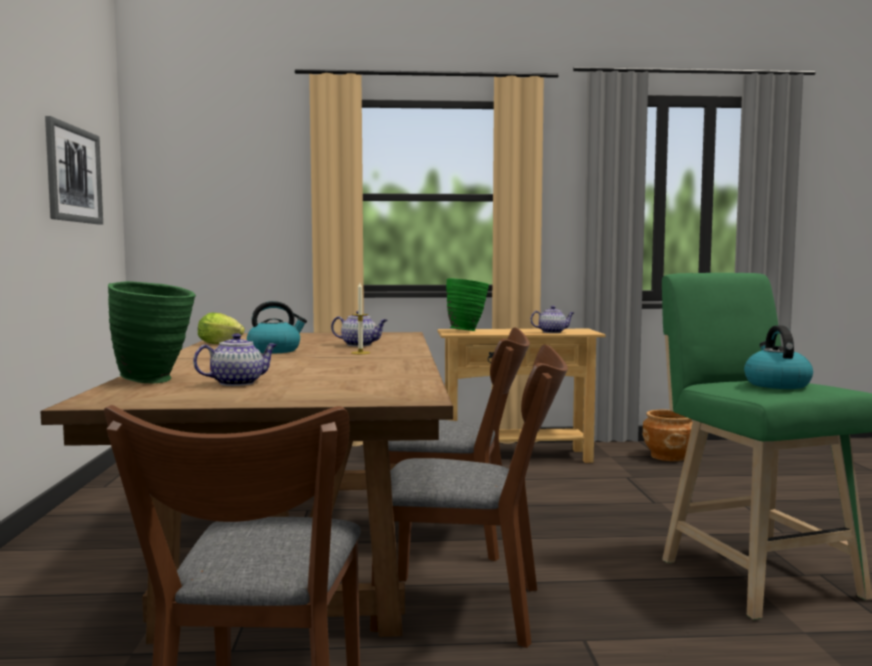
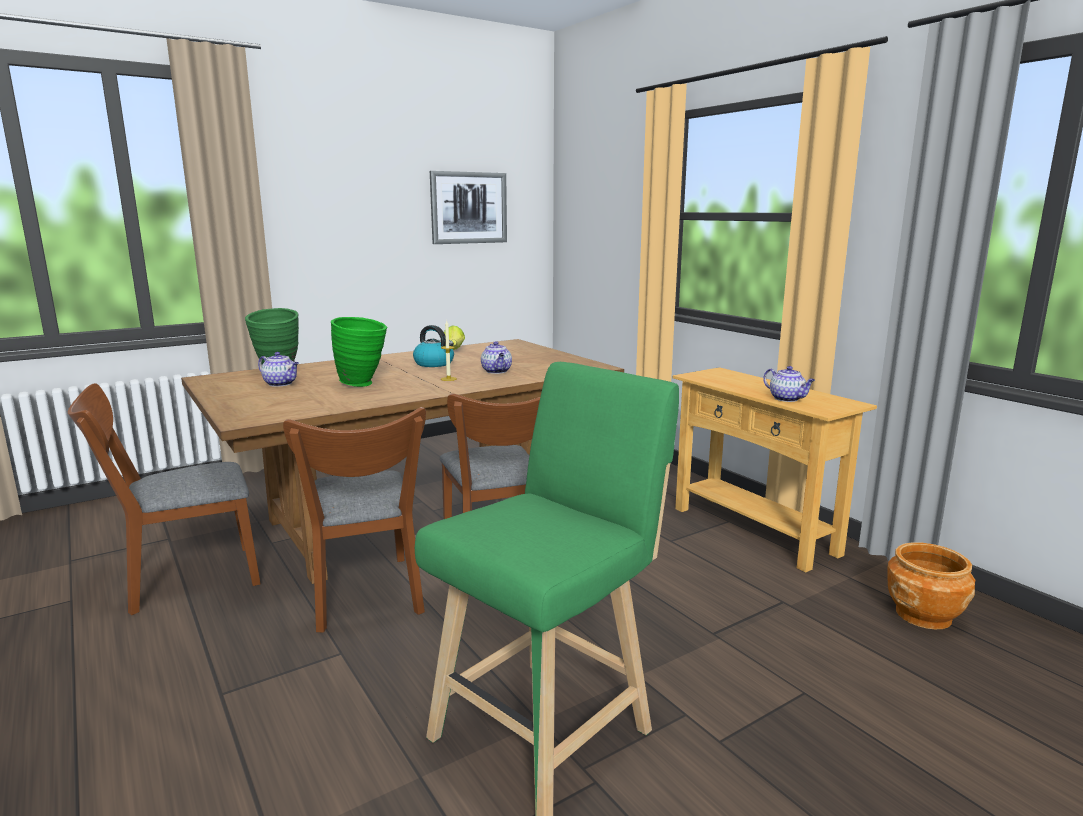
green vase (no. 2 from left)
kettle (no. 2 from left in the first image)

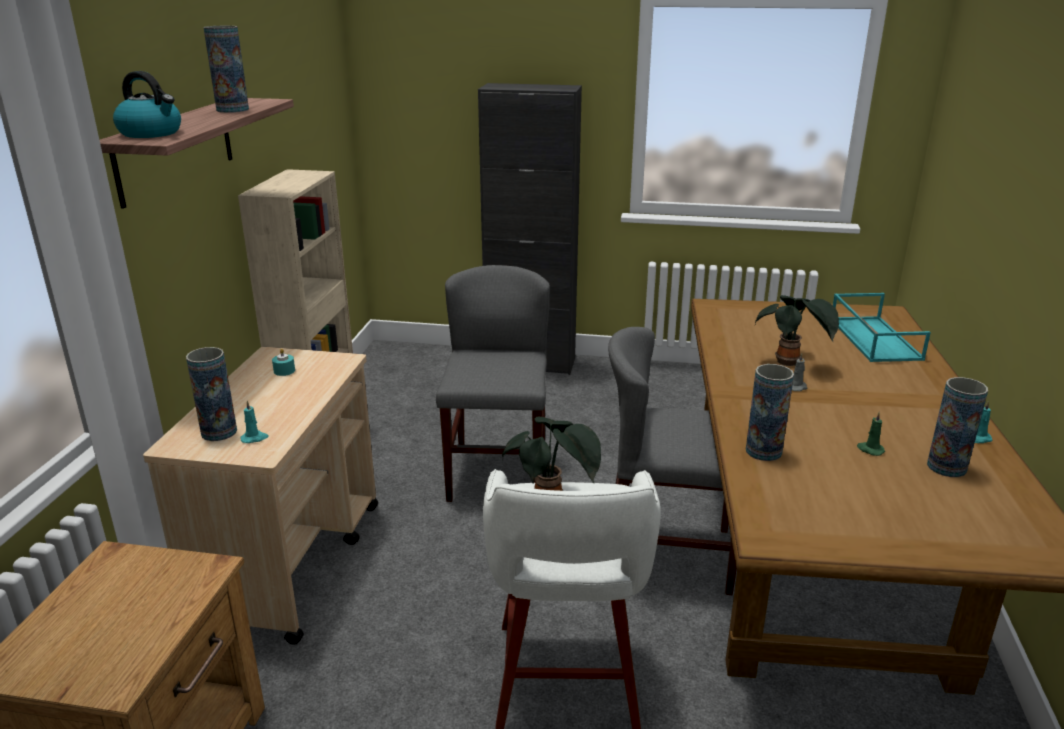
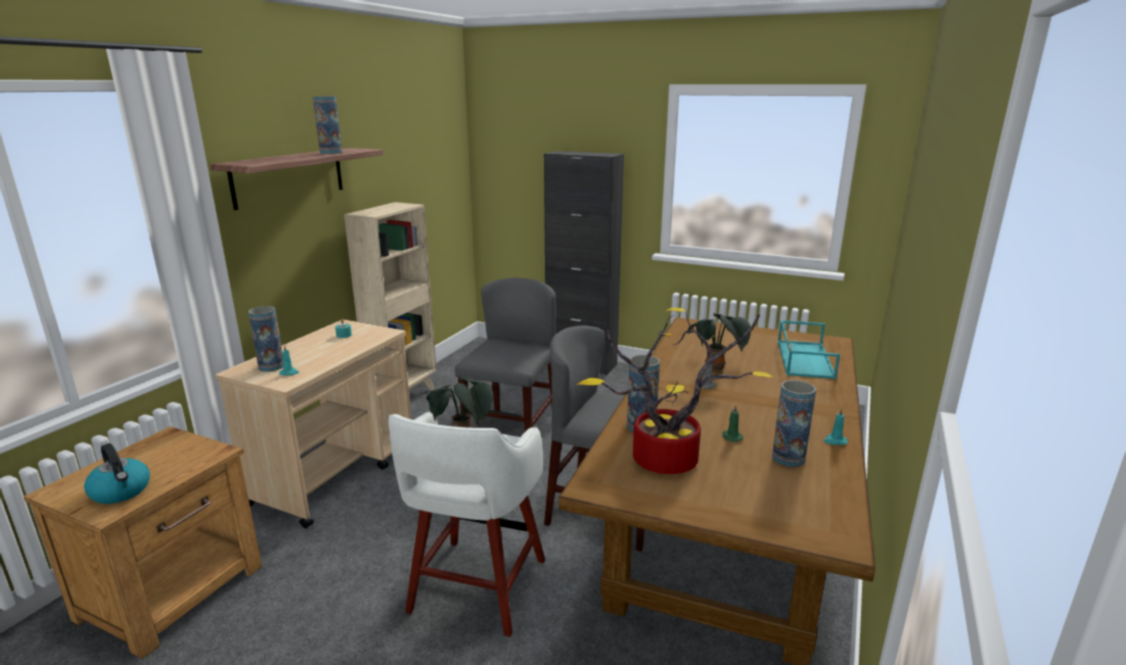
kettle
potted plant (no. 2 from left)

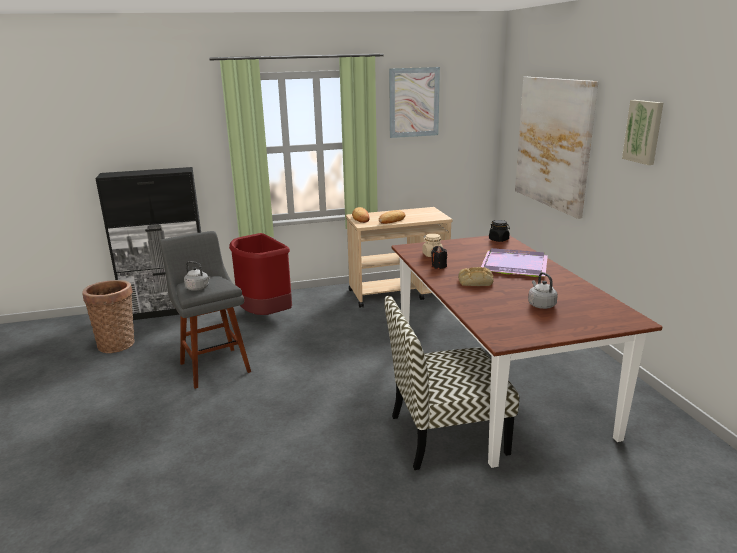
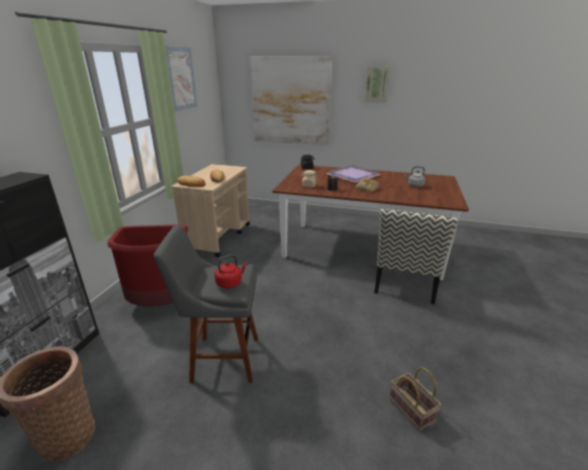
red kettle
basket (no. 2 from left)

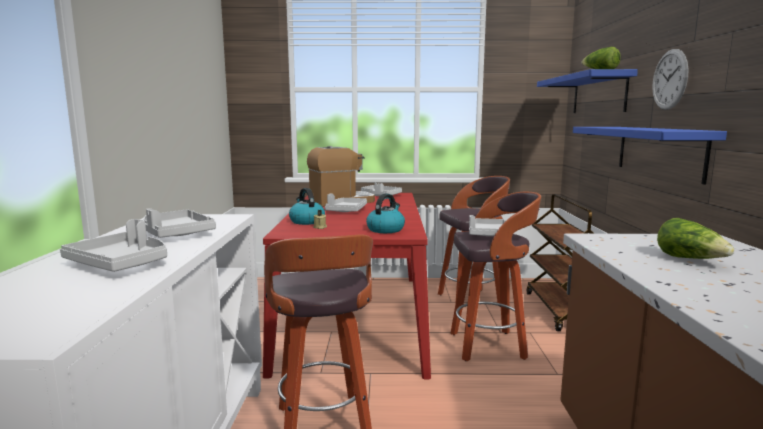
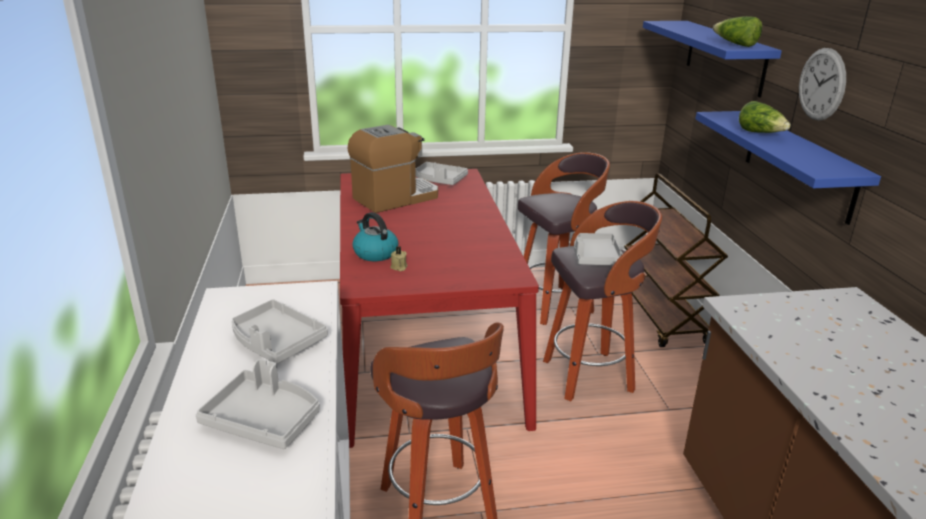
lettuce (no. 2 from left)
grey tray (no. 3 from left in the first image)
kettle (no. 2 from left in the first image)

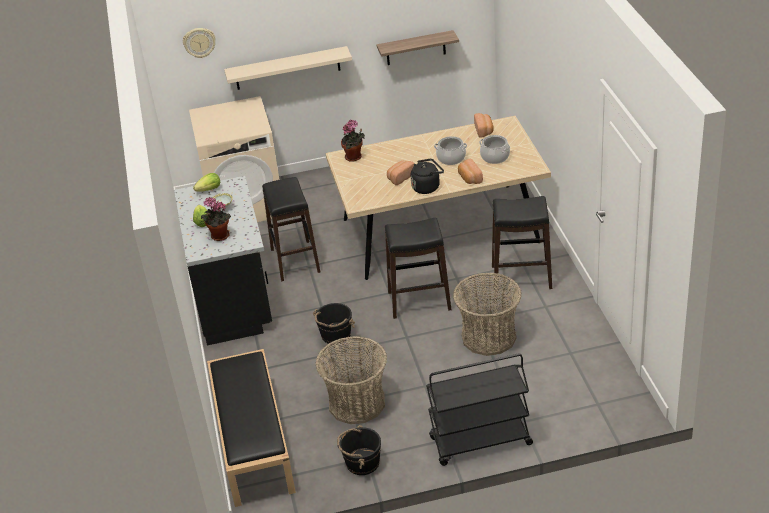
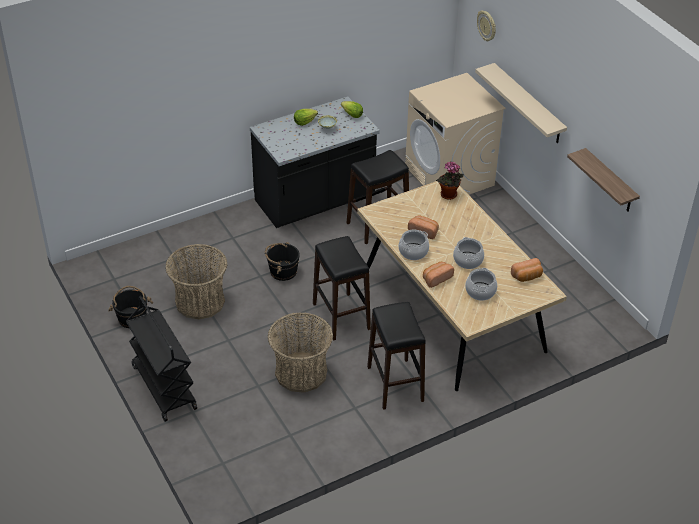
cooking pot (no. 1 from left)
potted plant (no. 1 from left in the first image)
black bench

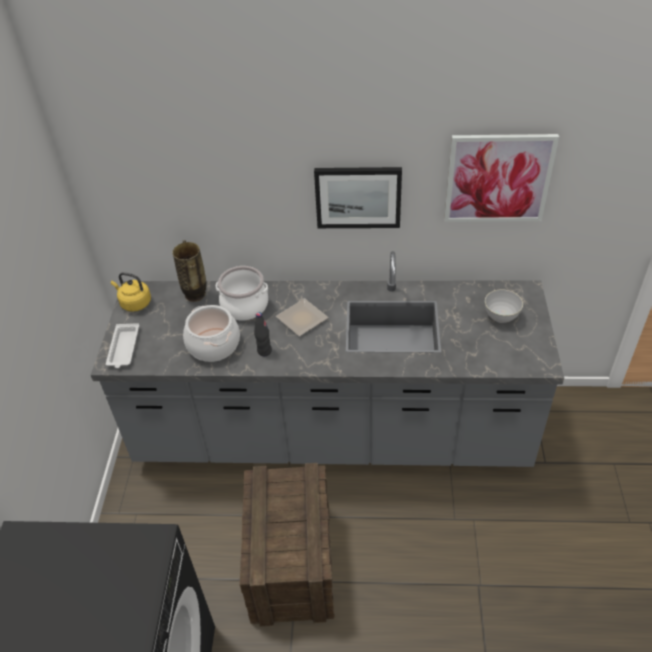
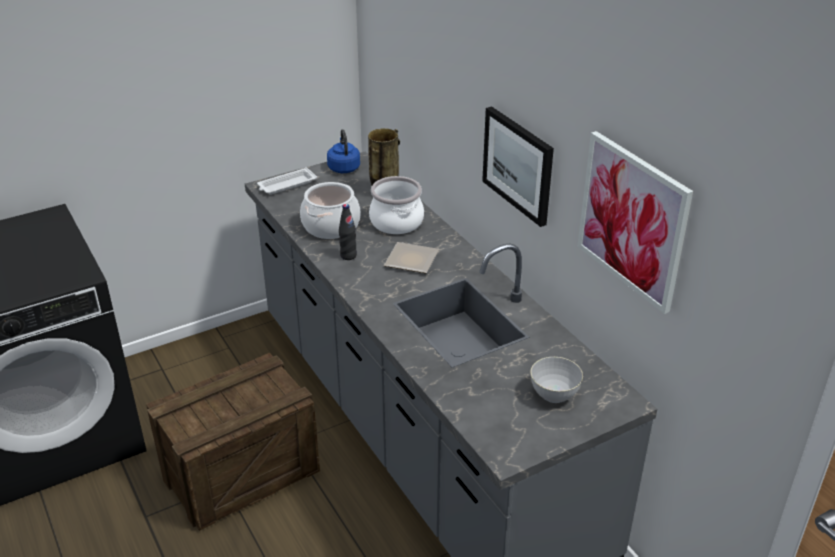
blue kettle

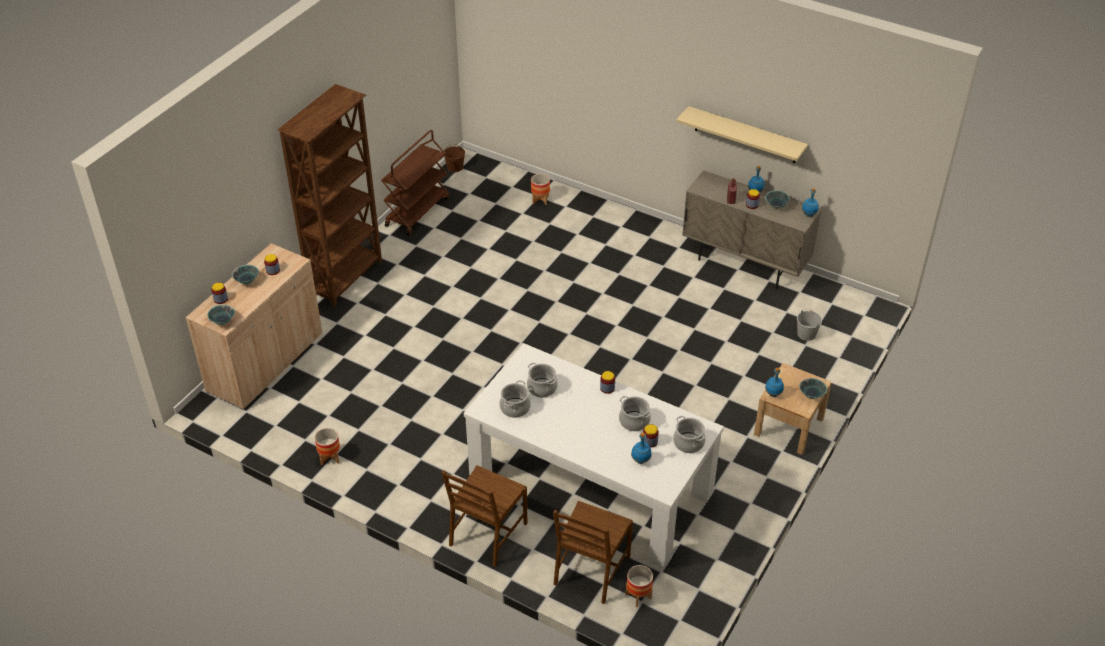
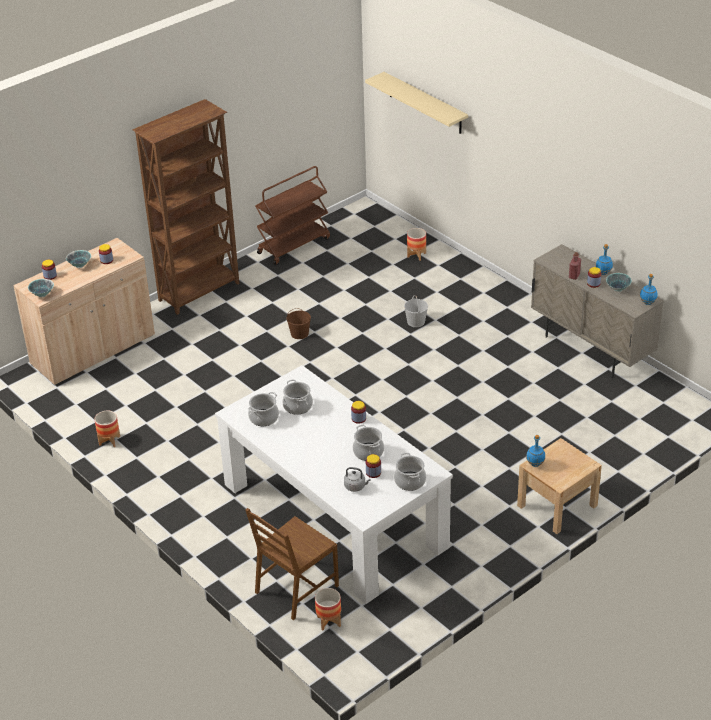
brown bucket
grey kettle
beige shelf
white bucket
brown chair (no. 1 from left in the first image)
bowl (no. 4 from left in the first image)

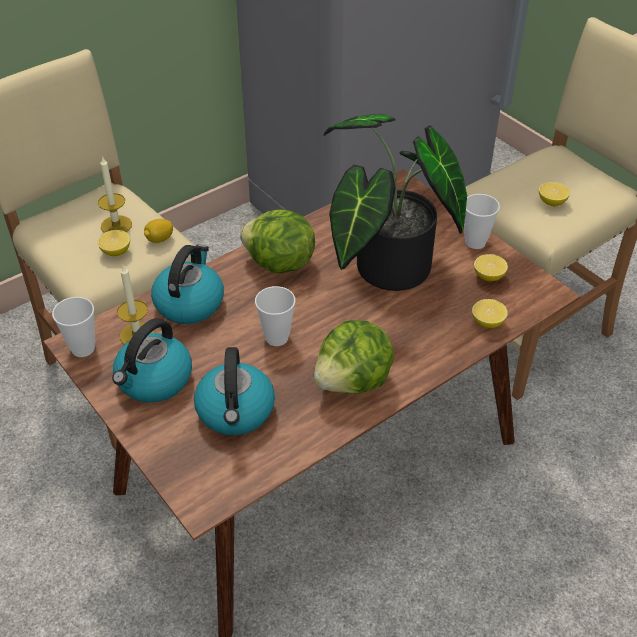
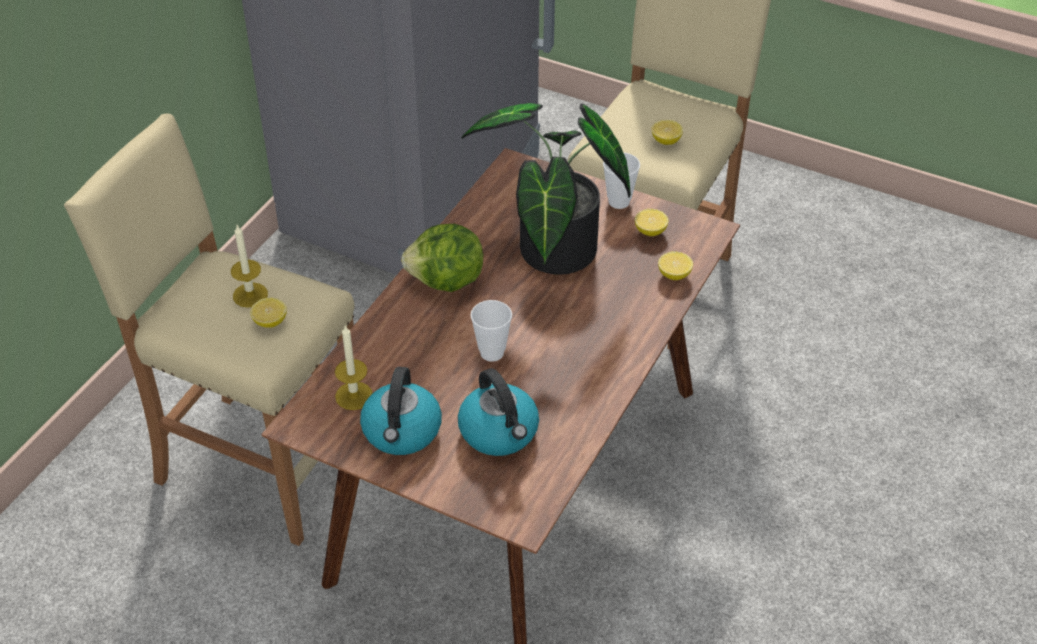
cup (no. 1 from left in the first image)
lemon (no. 2 from left in the first image)
kettle (no. 2 from left in the first image)
lettuce (no. 2 from left in the first image)

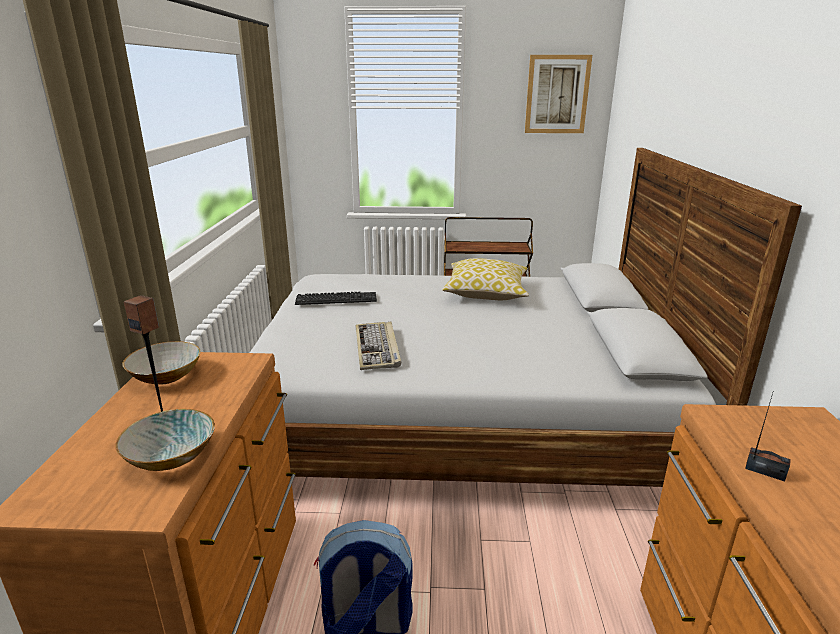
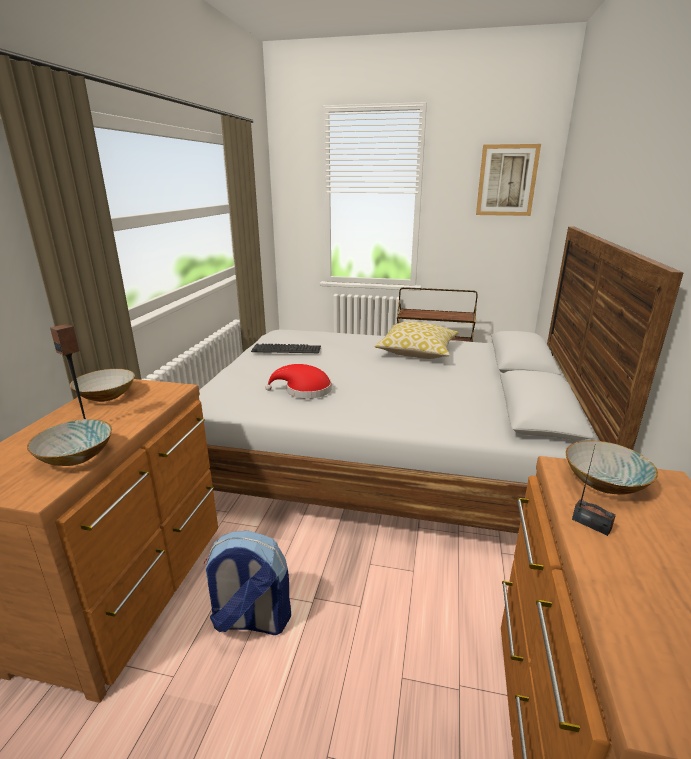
red hat
bowl (no. 3 from left)

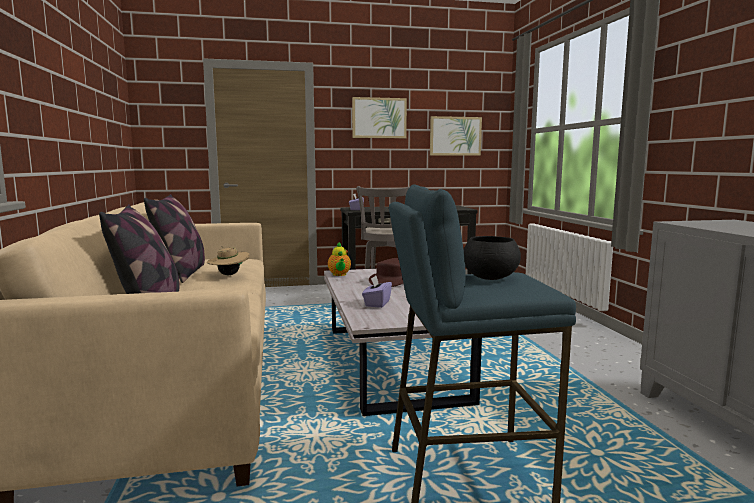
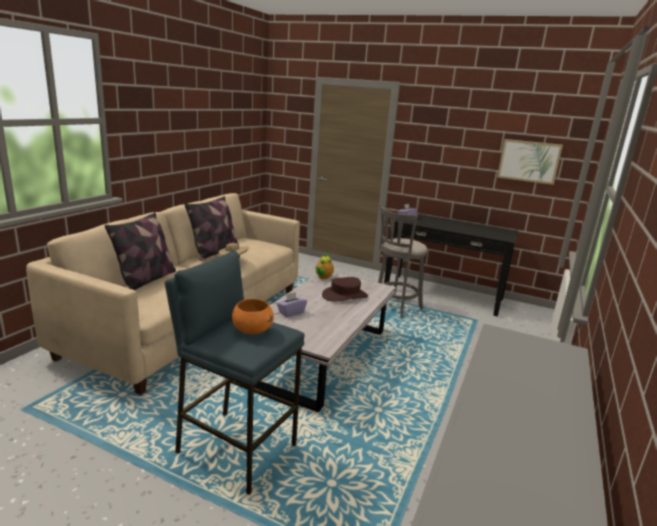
orange bowl
picture (no. 1 from left in the first image)

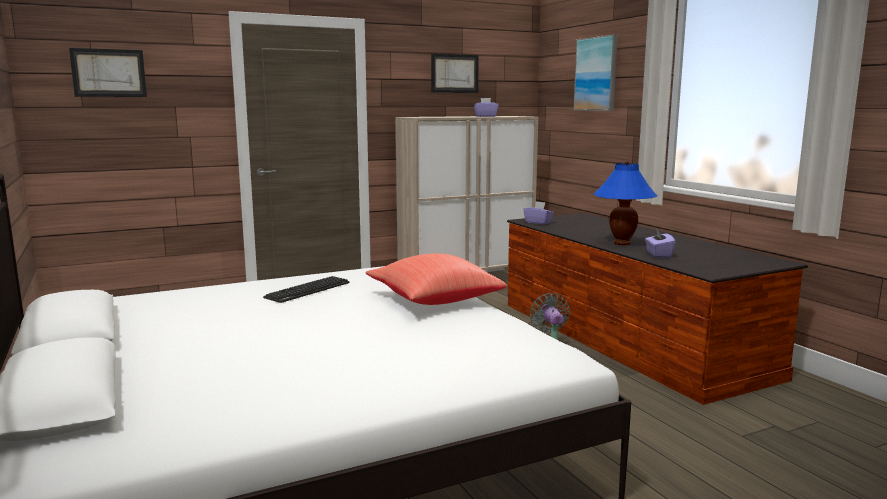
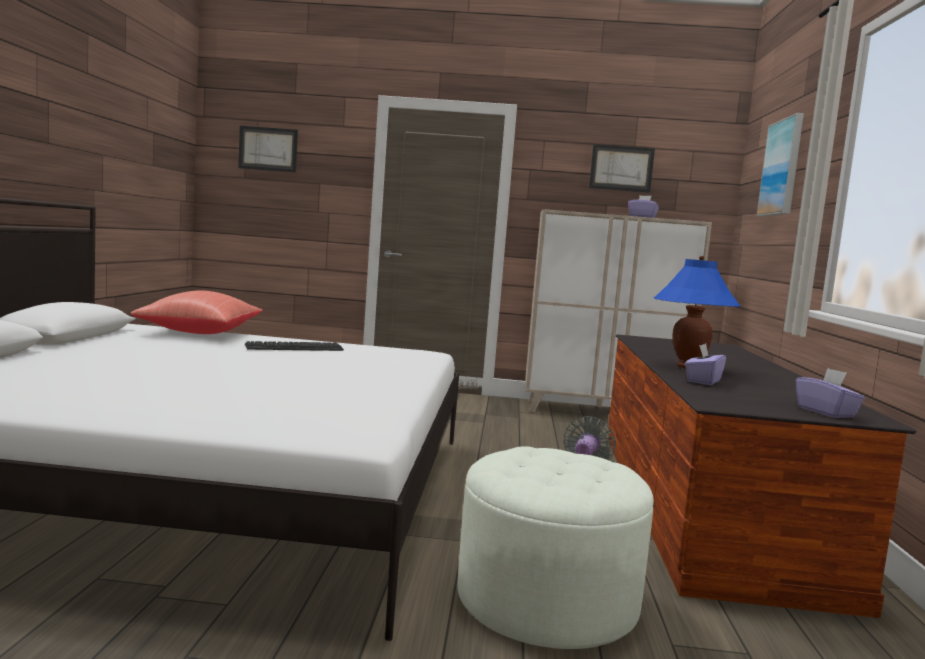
red pillow
white ottoman
purple tissue box (no. 3 from left)

